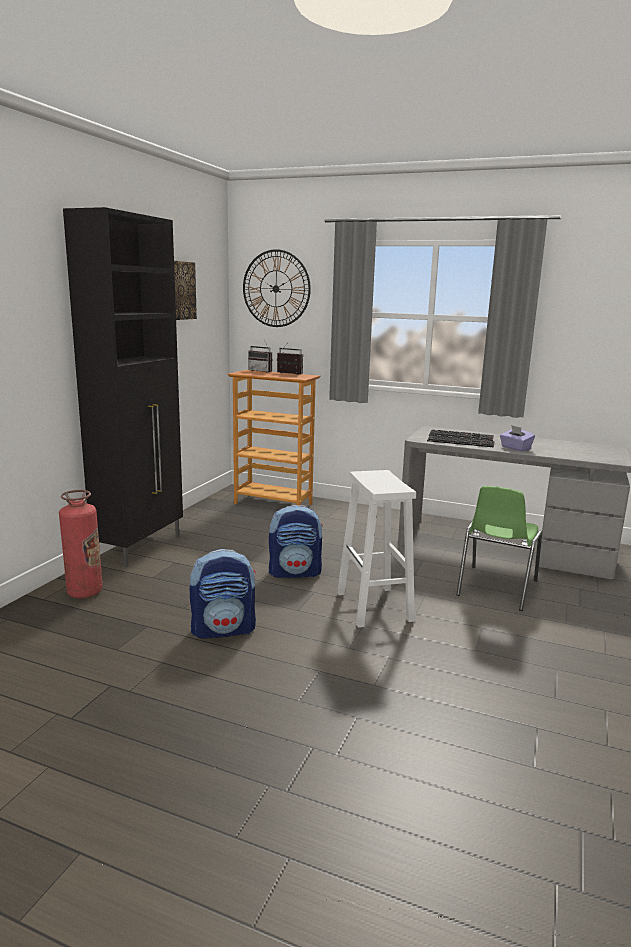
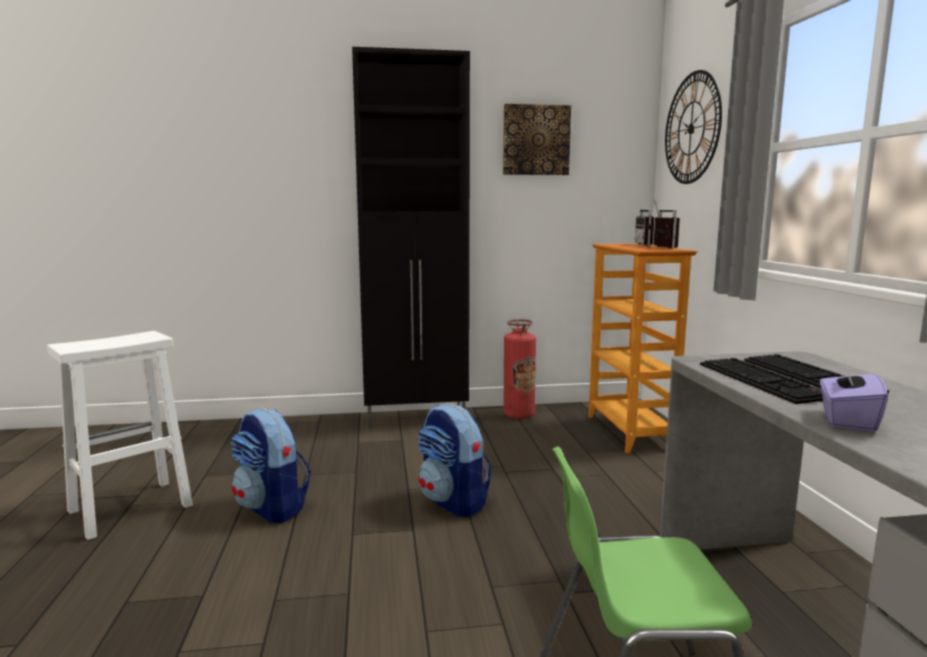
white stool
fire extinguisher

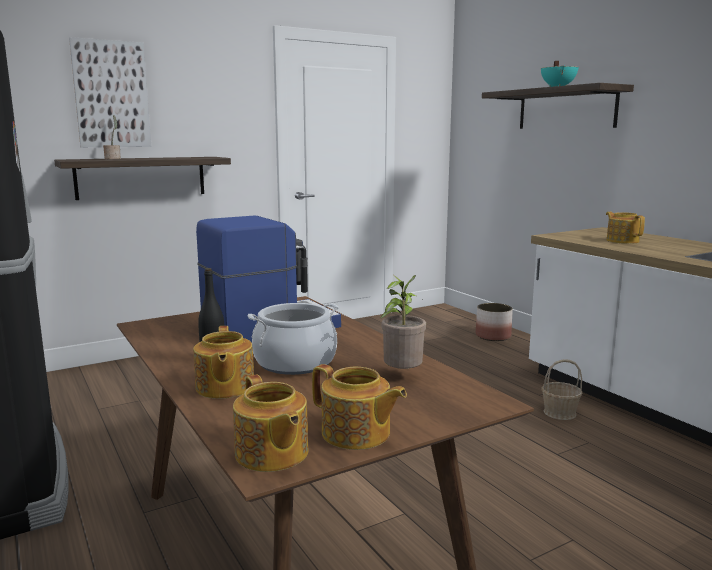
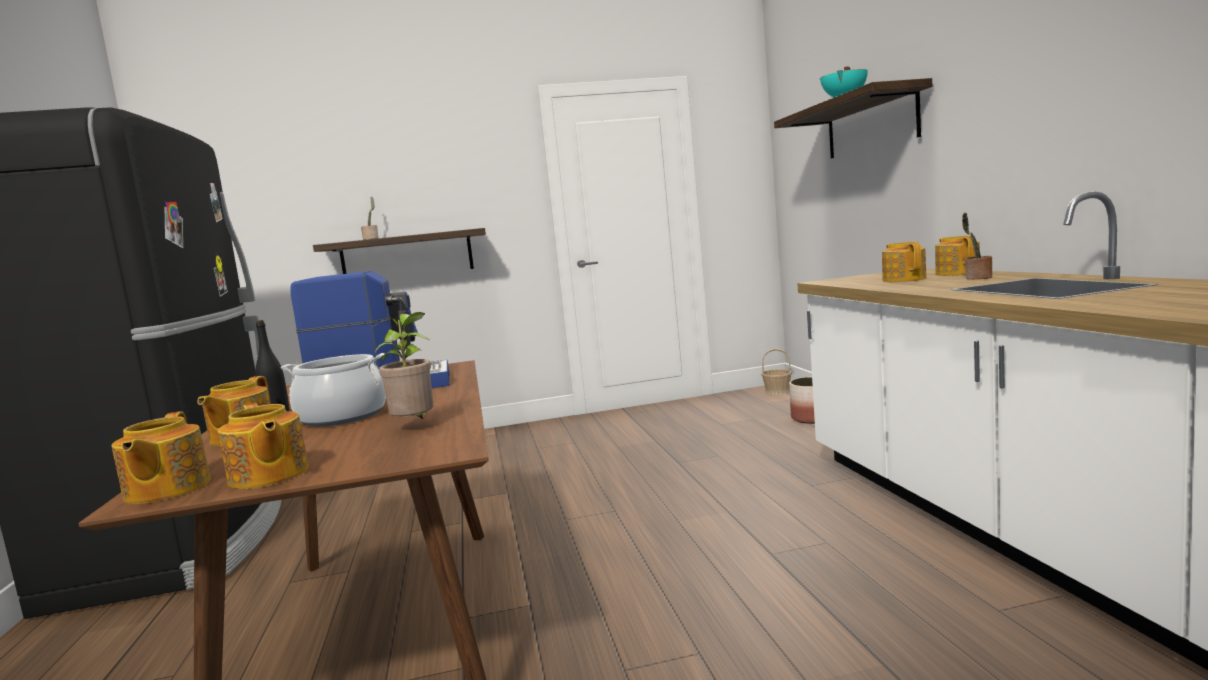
basket
teapot (no. 5 from left)
potted plant (no. 3 from left)
picture

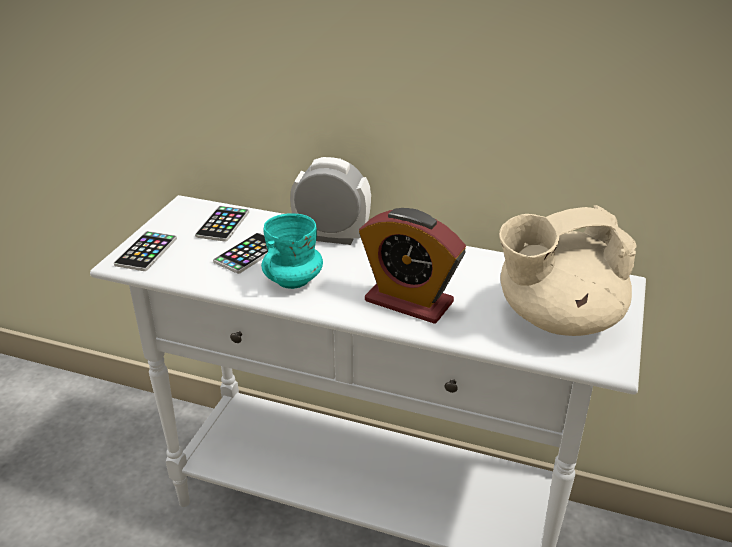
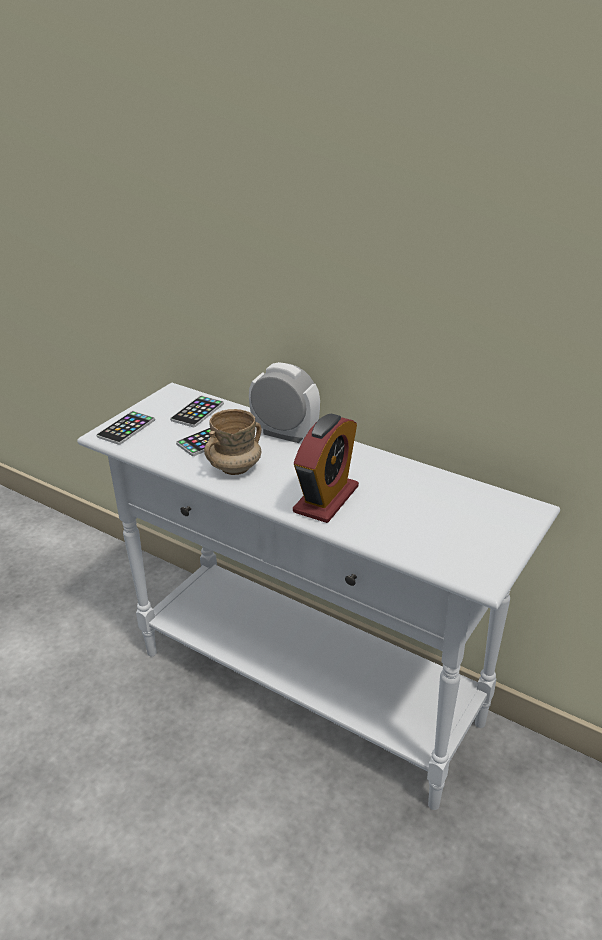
beige mug
alarm clock (no. 2 from left)
beige teapot

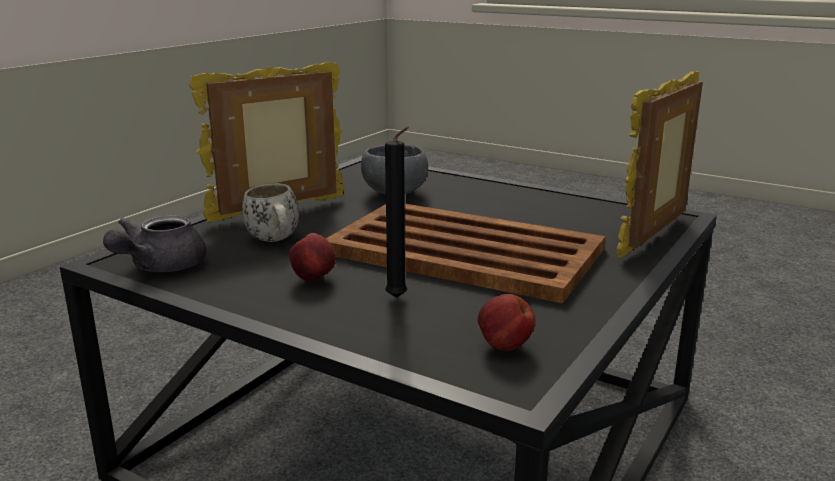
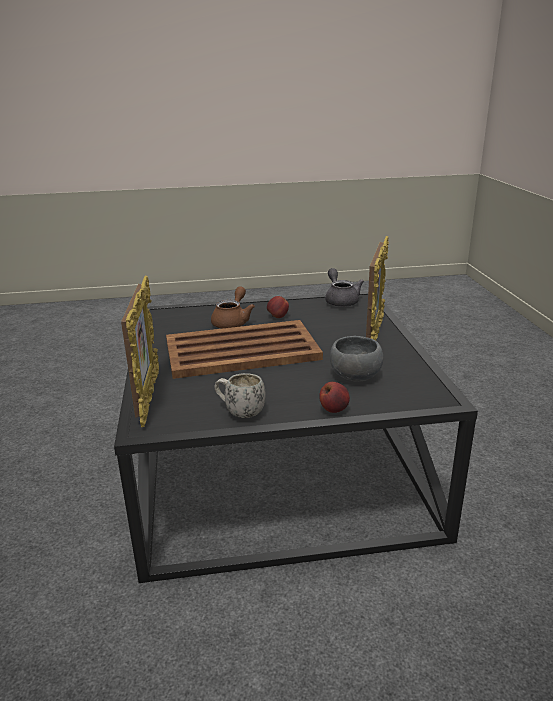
brown teapot
white mug
apple (no. 2 from left)

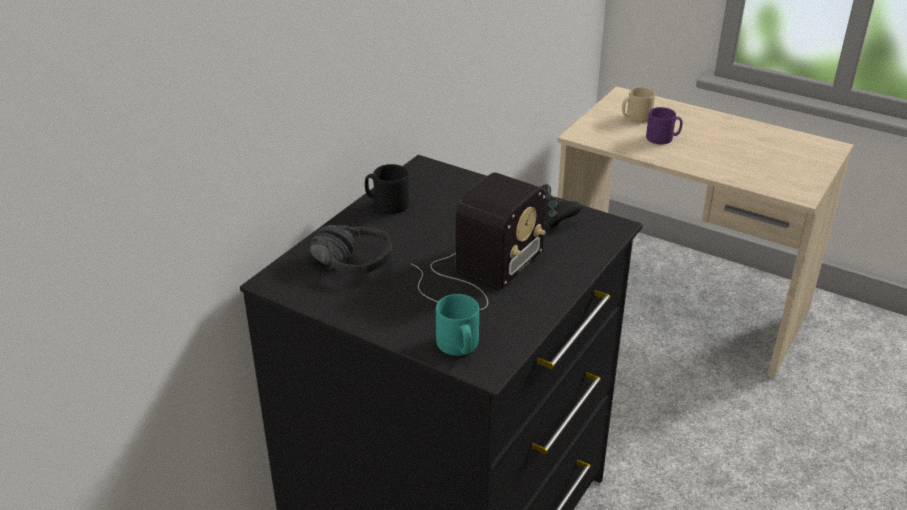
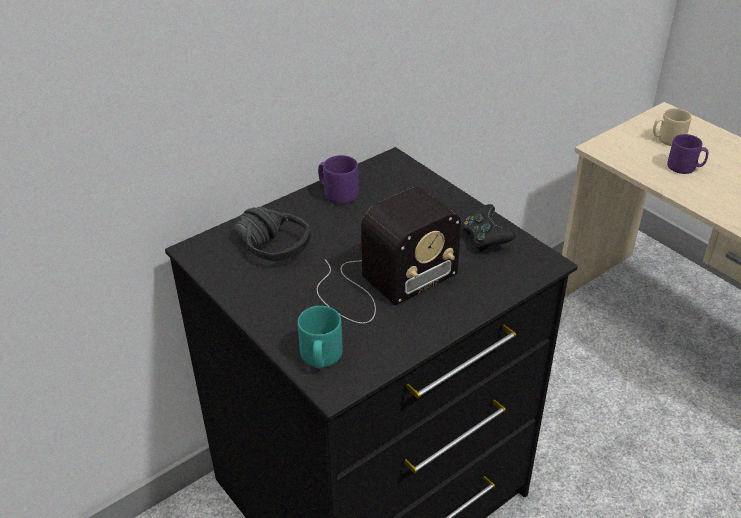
purple mug (no. 1 from left)

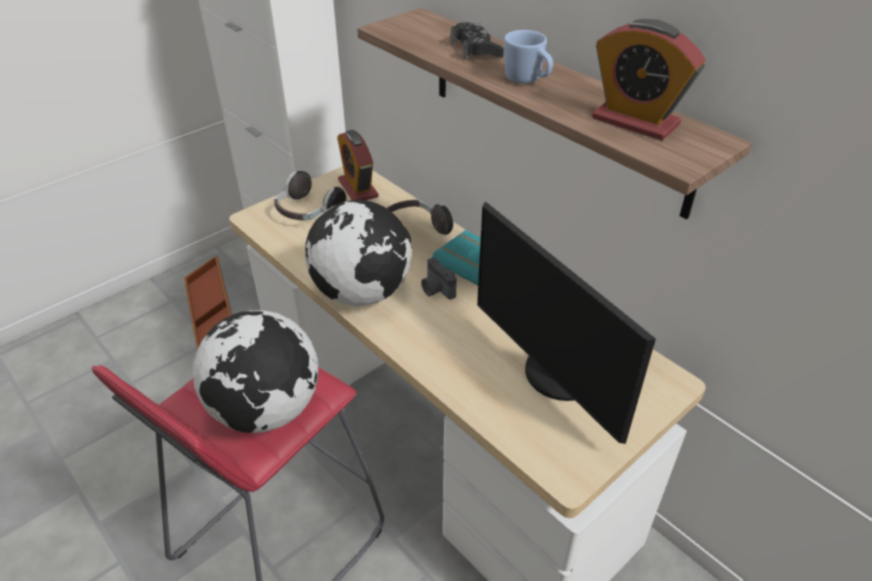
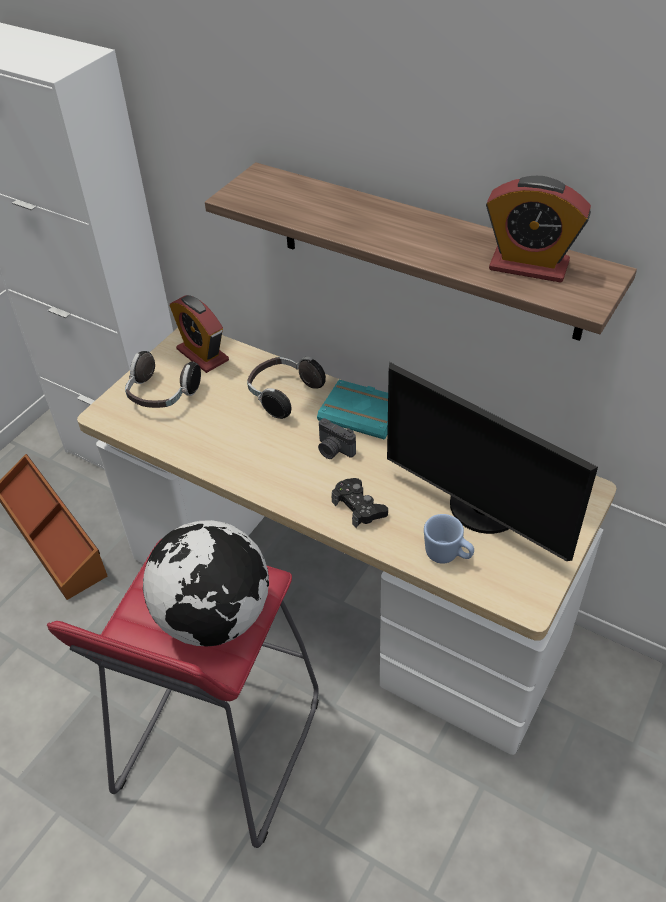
black game controller
blue mug
globe (no. 2 from left in the first image)

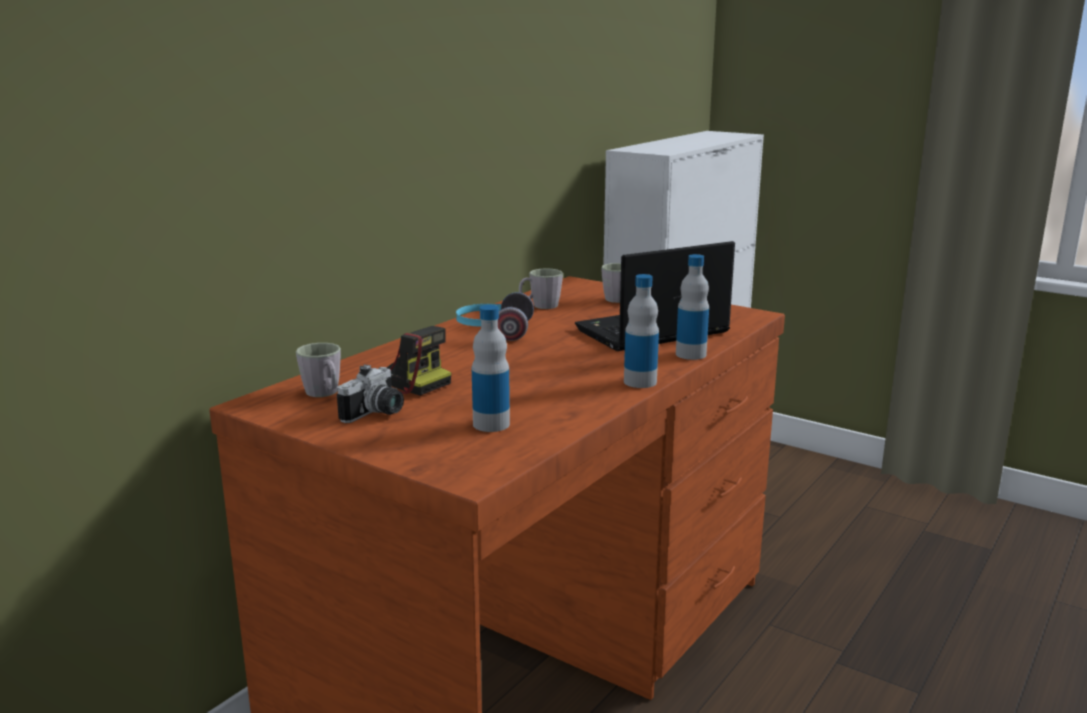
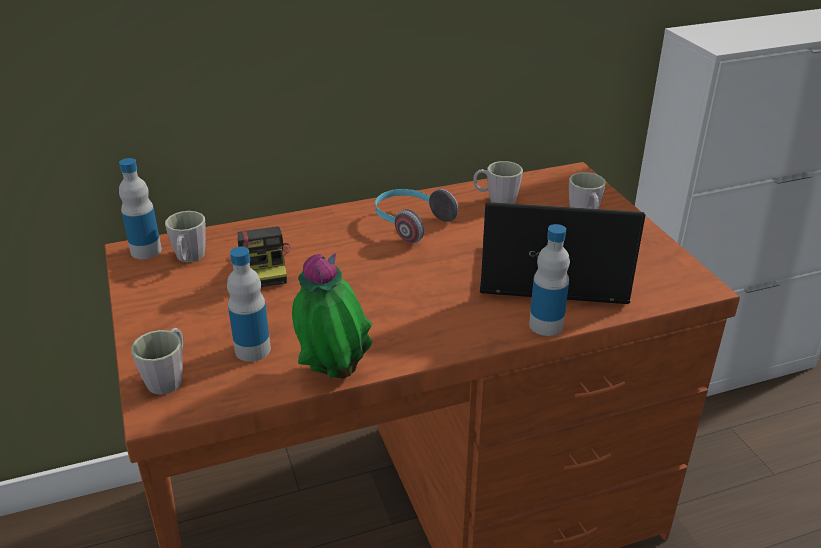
bottle (no. 1 from left)
grey mug (no. 1 from left)
potted plant
photo camera (no. 1 from left in the first image)

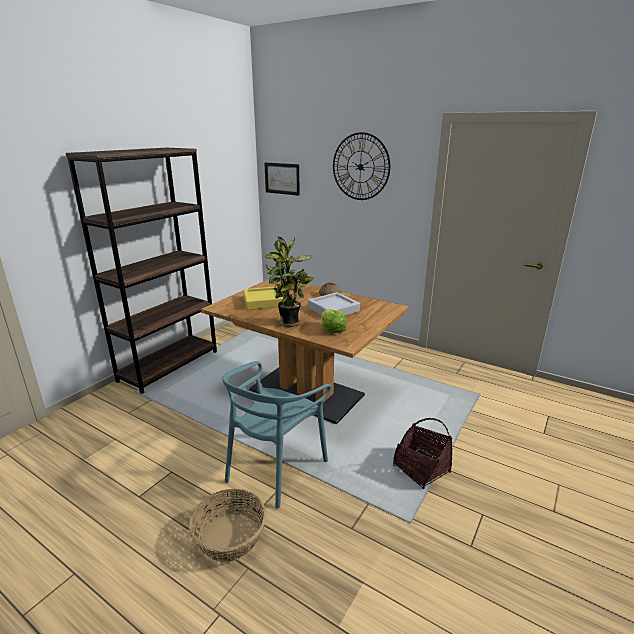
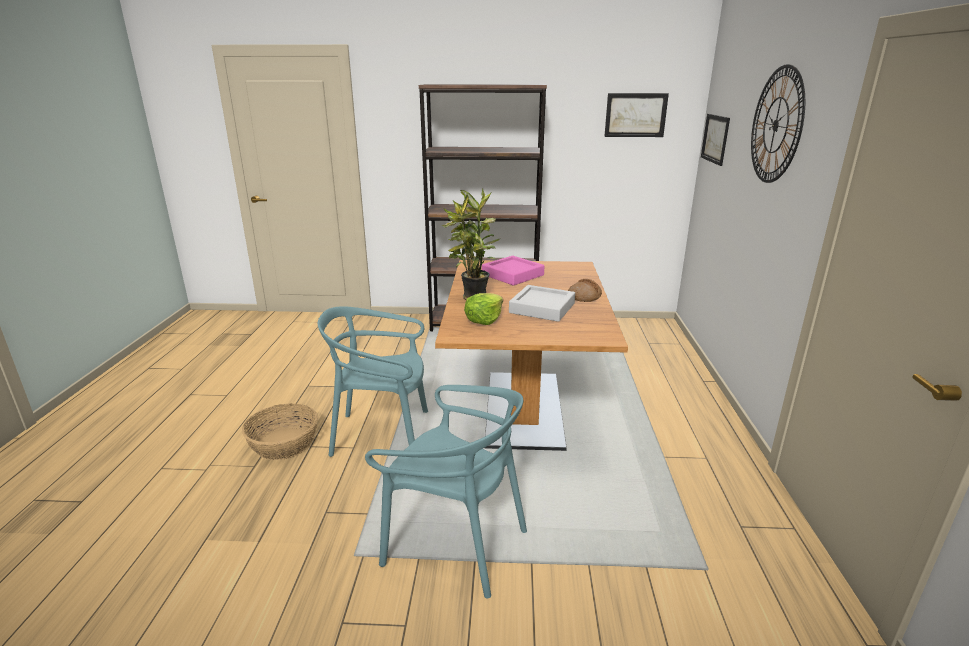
turquoise chair (no. 2 from left)
pink tray
picture (no. 1 from left)

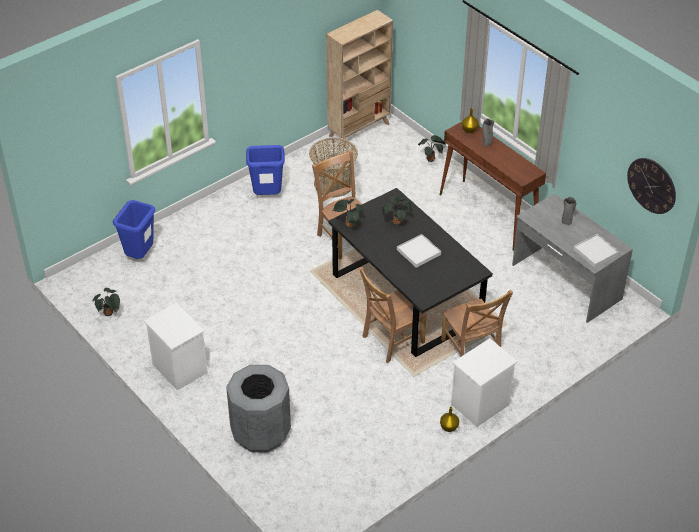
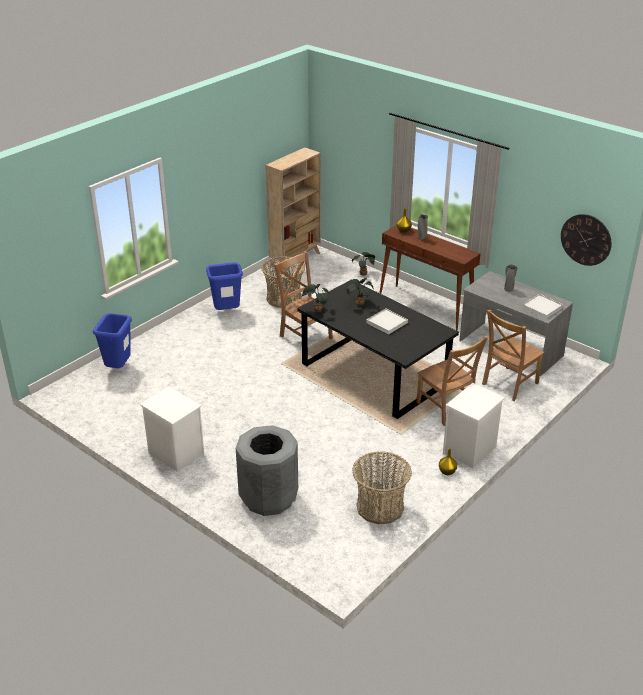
basket (no. 2 from left)
brown chair (no. 3 from left)
potted plant (no. 1 from left in the first image)

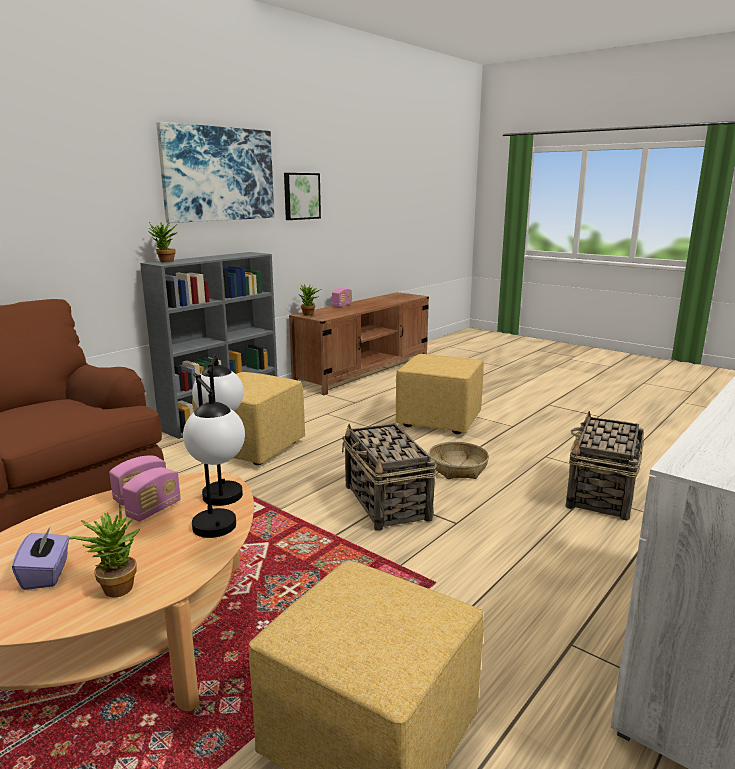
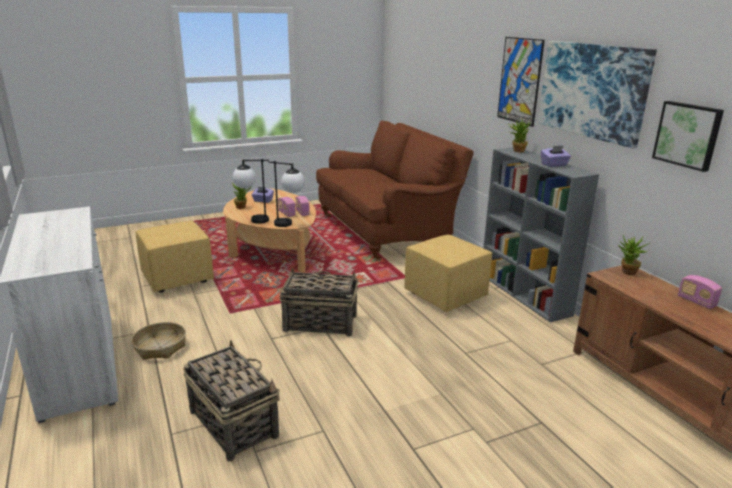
basket (no. 1 from left)
picture (no. 1 from left)
purple tissue box (no. 2 from left)
yellow ottoman (no. 3 from left in the first image)

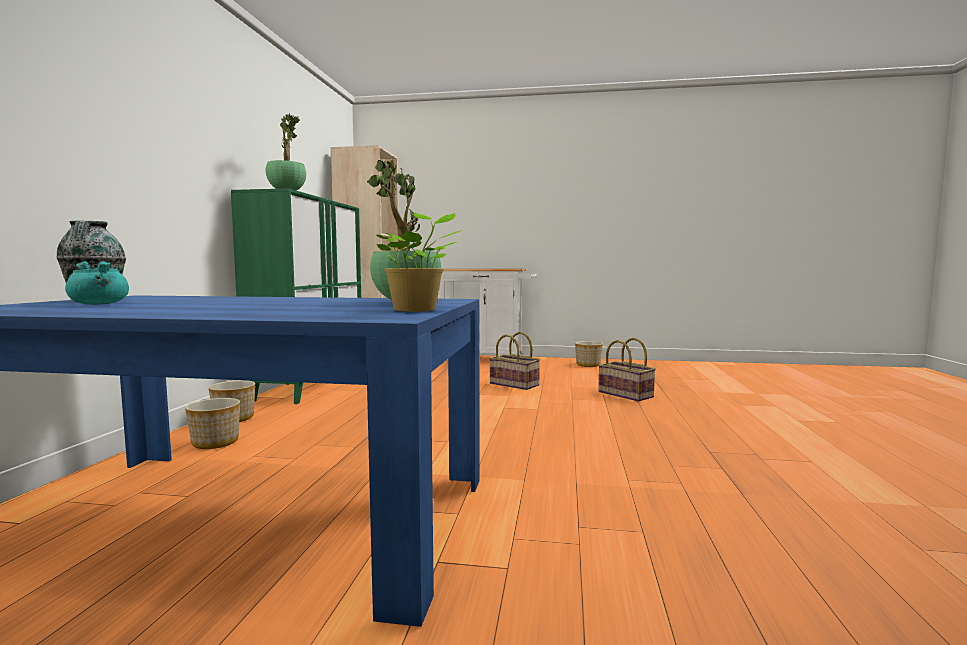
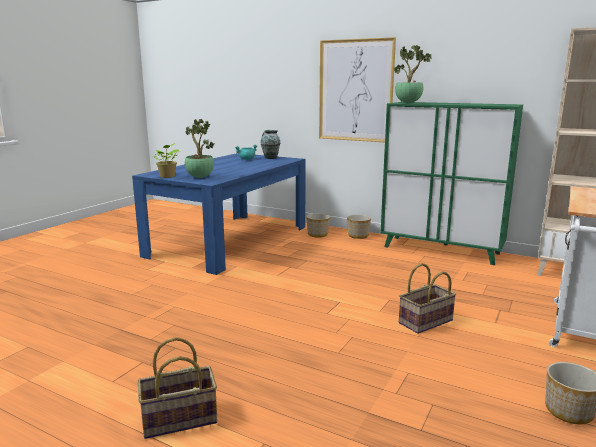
basket (no. 1 from left)
picture

